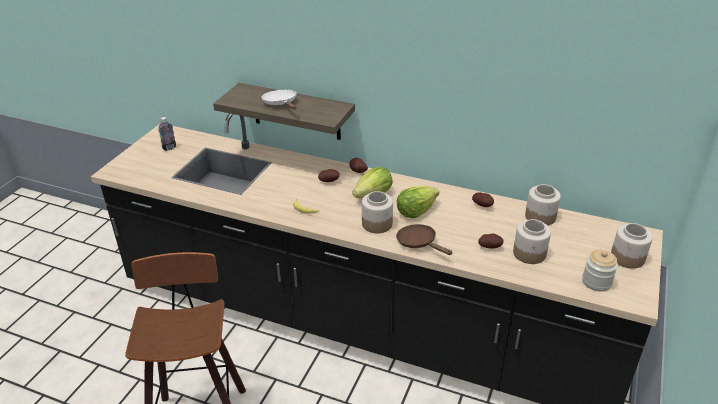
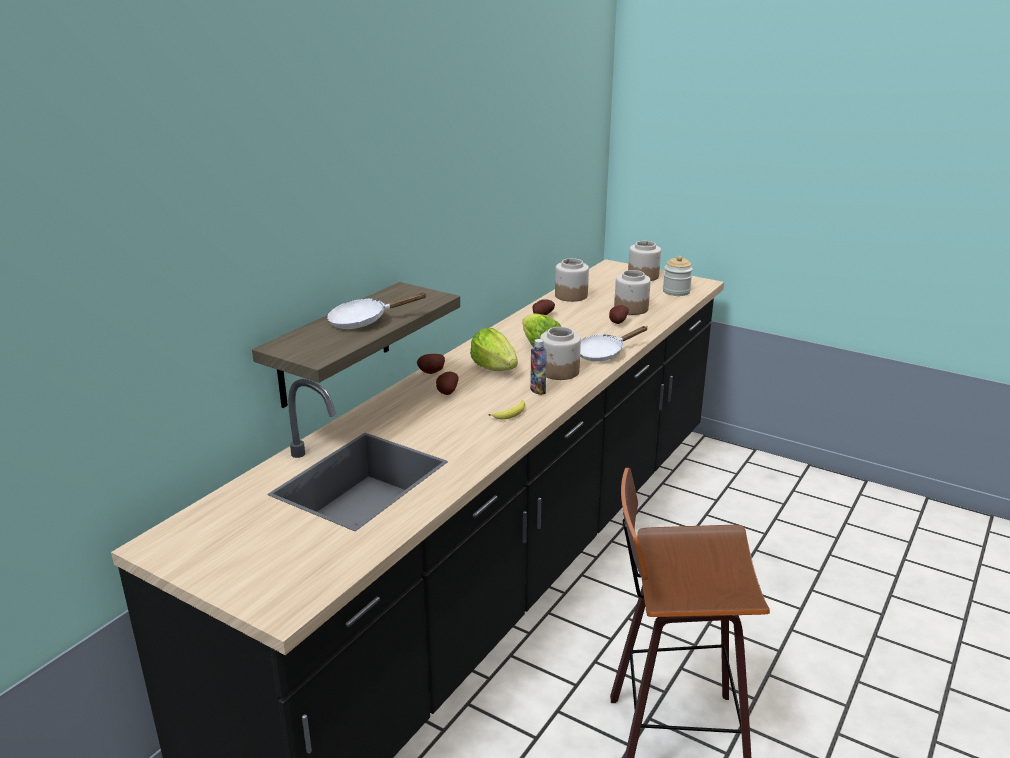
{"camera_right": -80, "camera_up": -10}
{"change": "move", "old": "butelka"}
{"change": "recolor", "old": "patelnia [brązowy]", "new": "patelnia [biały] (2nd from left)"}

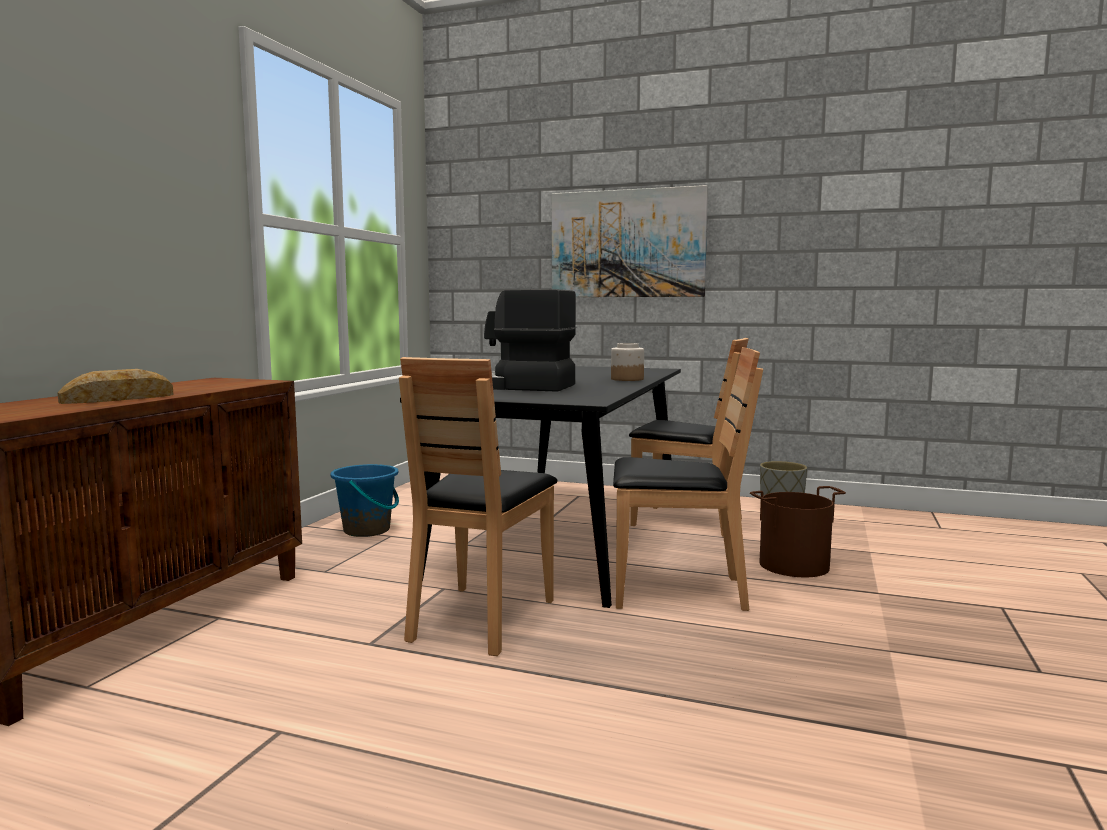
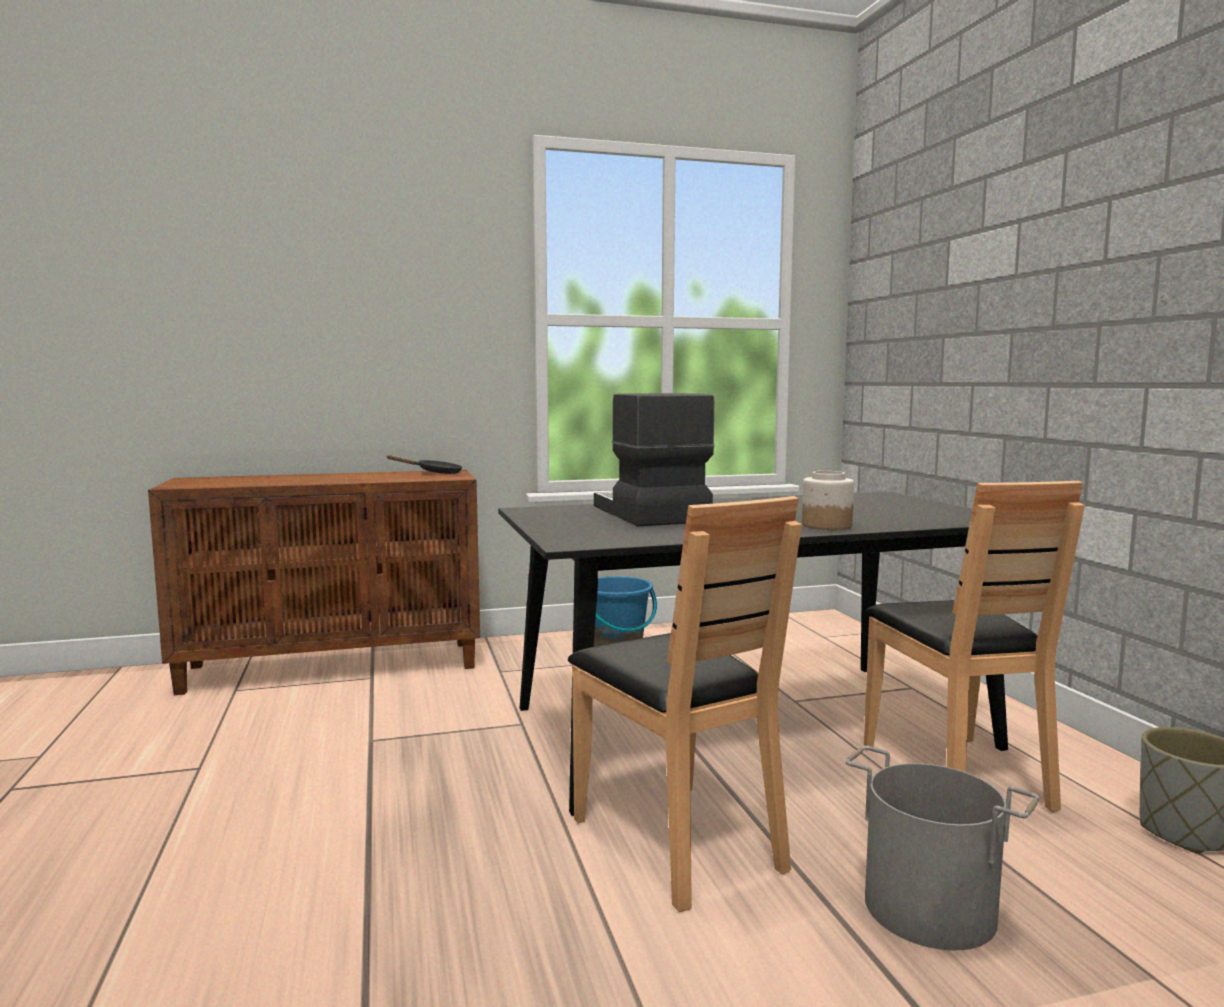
{"camera_right": 55, "camera_up": 0}
{"change": "delete", "old": "chleb"}
{"change": "delete", "old": "krzesło [brązowy] (1st from left)"}
{"change": "delete", "old": "obraz"}
{"change": "insert", "new": "patelnia [czarny]"}
{"change": "recolor", "old": "wiadro [brązowy]", "new": "wiadro [szary]"}

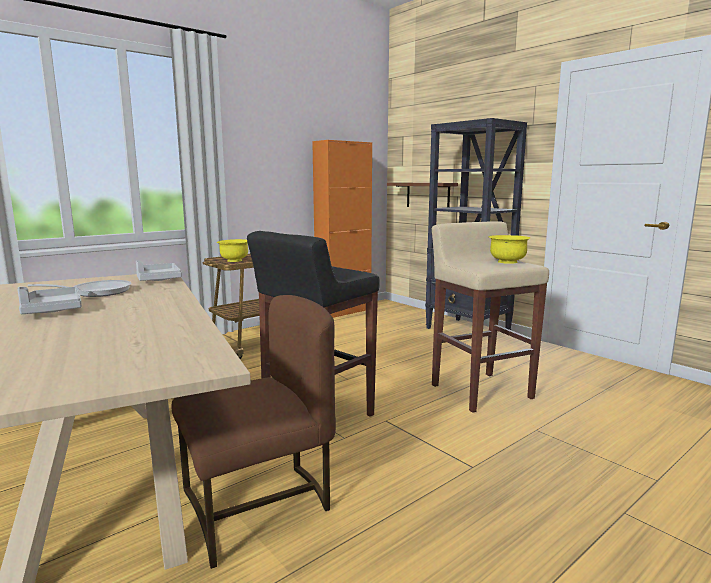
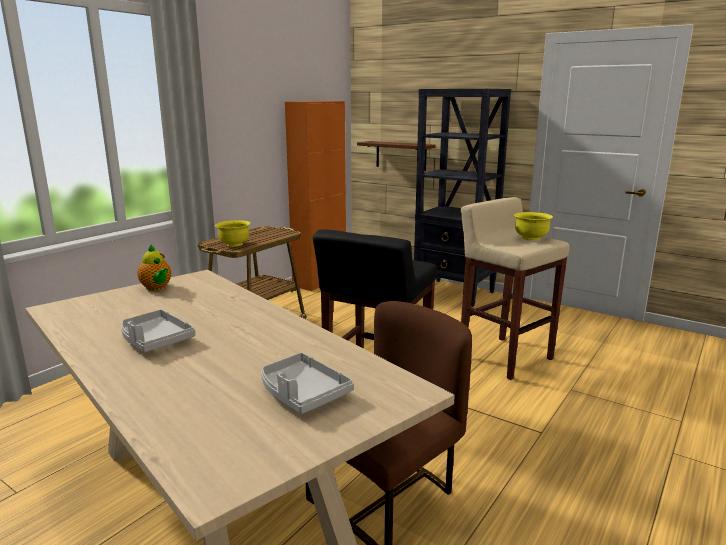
{"camera_right": -15, "camera_up": 5}
{"change": "delete", "old": "patelnia"}
{"change": "insert", "new": "imbryk"}
{"change": "move", "old": "taca [szary] (2nd from left)"}

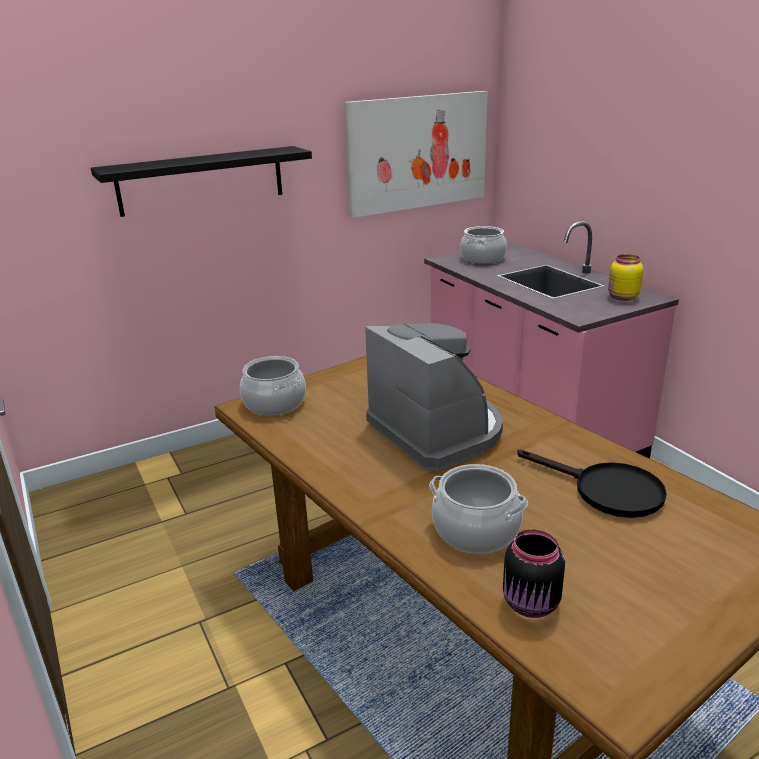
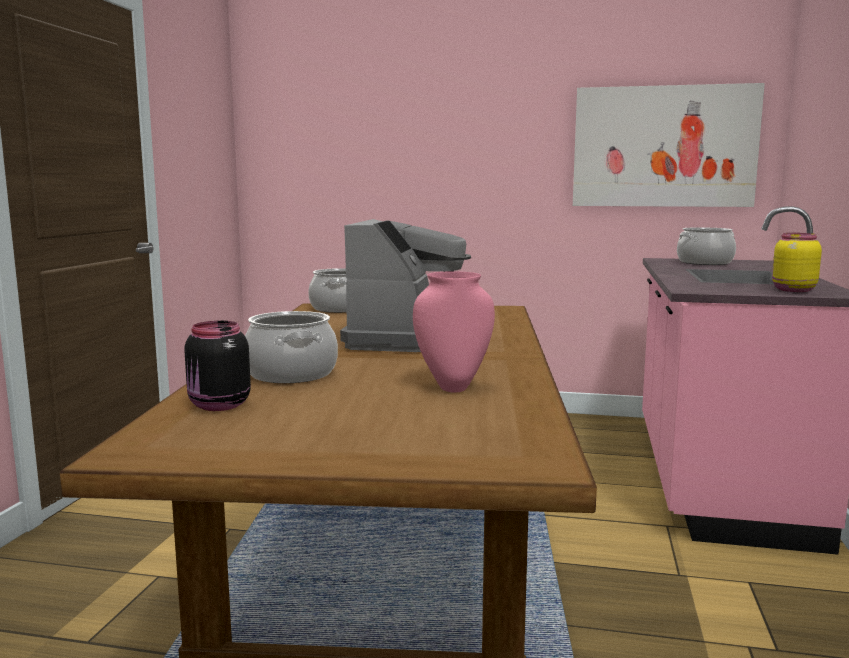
{"camera_right": 40, "camera_up": -15}
{"change": "delete", "old": "półka [czarny]"}
{"change": "replace", "old": "patelnia [czarny]", "new": "wazon [różowy]"}

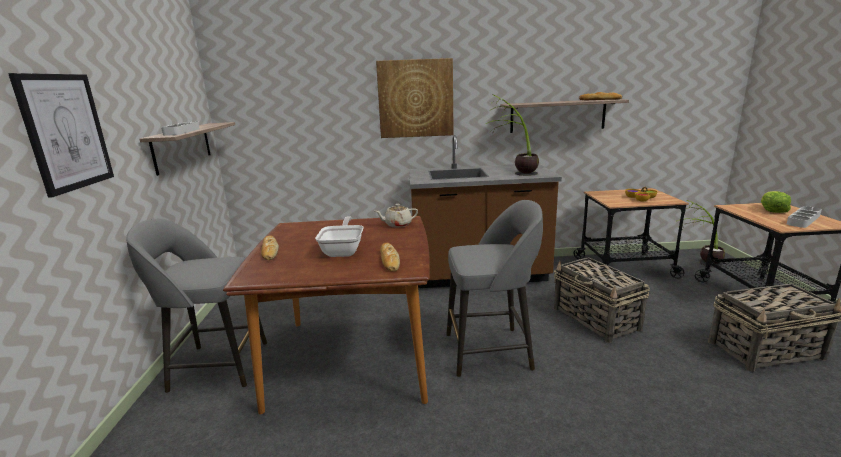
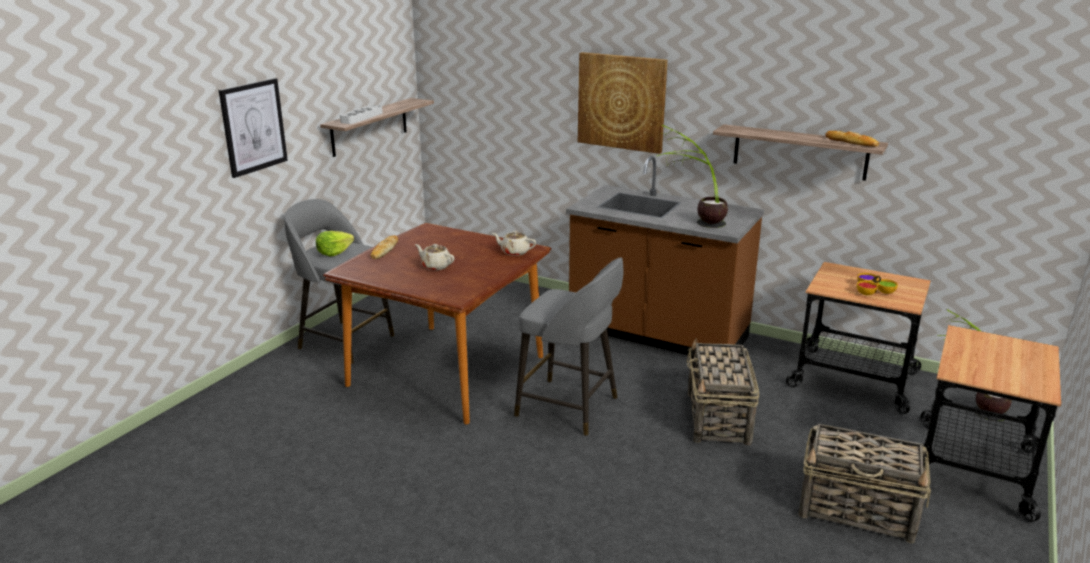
{"camera_right": 30, "camera_up": 5}
{"change": "delete", "old": "chleb (2nd from left)"}
{"change": "delete", "old": "taca [szary] (2nd from left)"}
{"change": "move", "old": "sałata"}
{"change": "replace", "old": "patelnia", "new": "imbryk [beżowy] (1st from left)"}

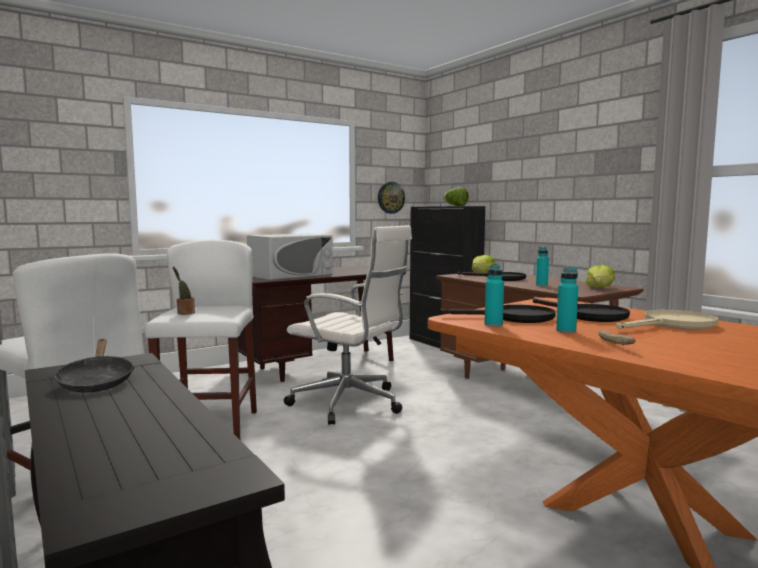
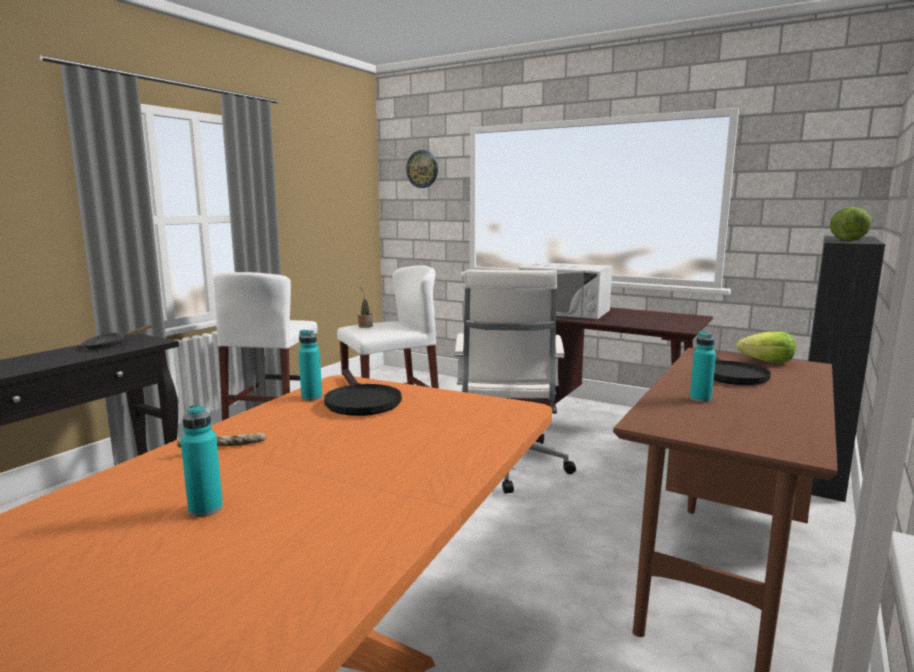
{"camera_right": 65, "camera_up": 5}
{"change": "delete", "old": "patelnia [czarny] (4th from left)"}
{"change": "delete", "old": "sałata (3rd from left)"}
{"change": "delete", "old": "patelnia [beżowy]"}
{"change": "move", "old": "zegar ścienny"}
{"change": "move", "old": "butelka [turkusowy] (3rd from left in the first image)", "new": "butelka [turkusowy] (1st from left)"}

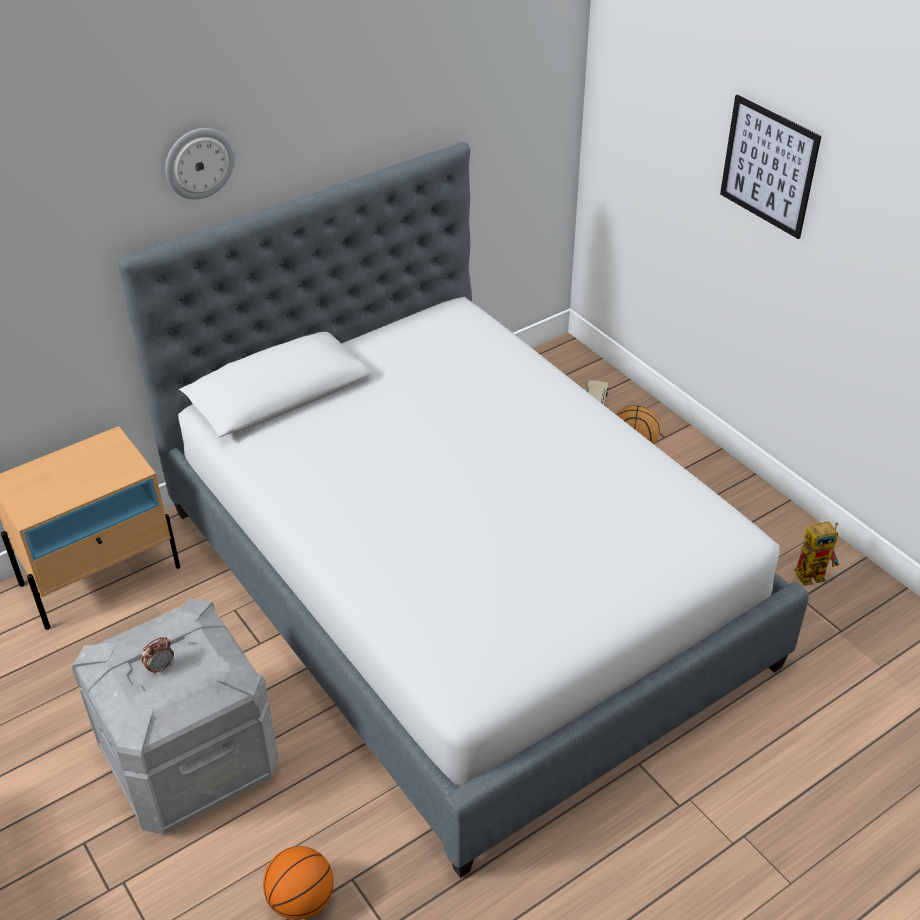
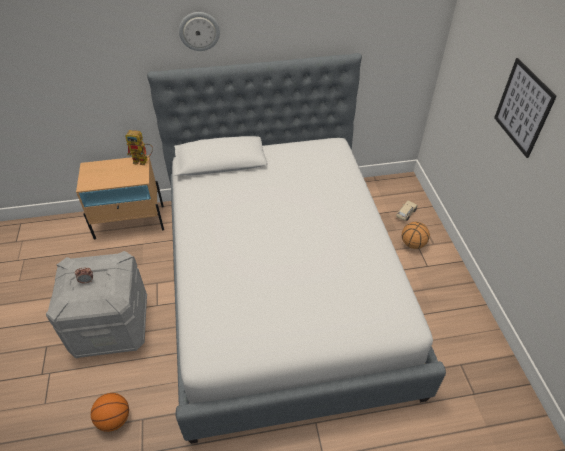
{"camera_right": 25, "camera_up": 5}
{"change": "move", "old": "robot zabawkowy"}

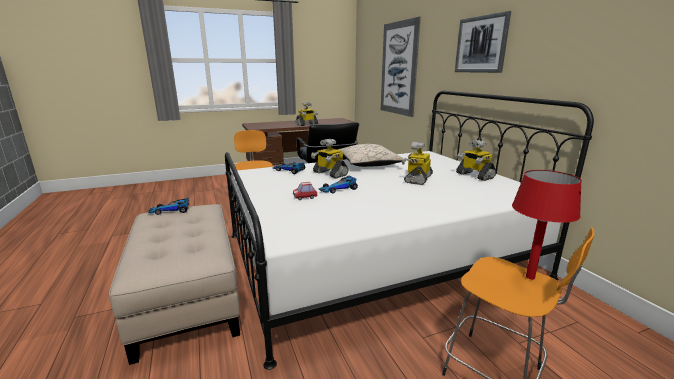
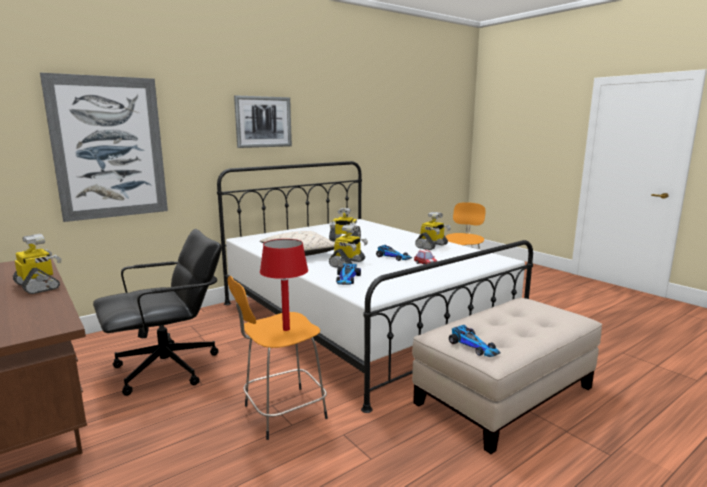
{"camera_right": -105, "camera_up": -5}
{"change": "move", "old": "robot zabawkowy (4th from left)"}
{"change": "move", "old": "lampa stołowa [czerwony]"}

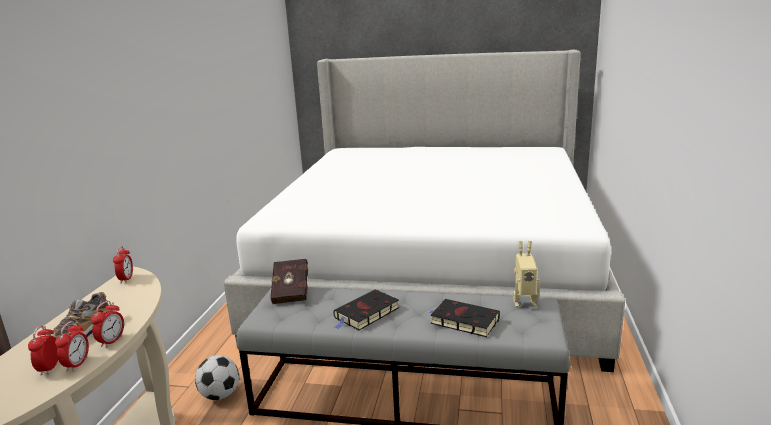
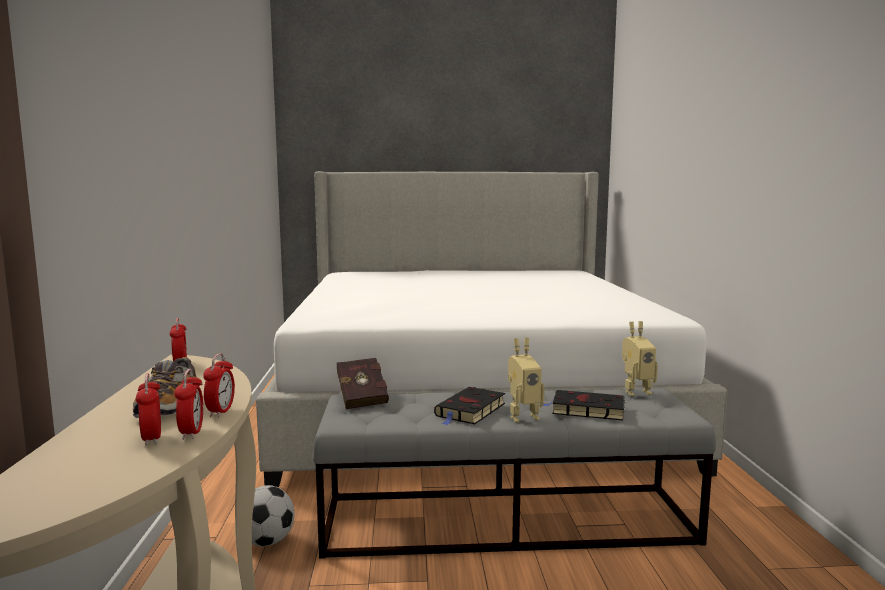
{"camera_right": -15, "camera_up": -10}
{"change": "insert", "new": "robot zabawkowy (1st from left)"}

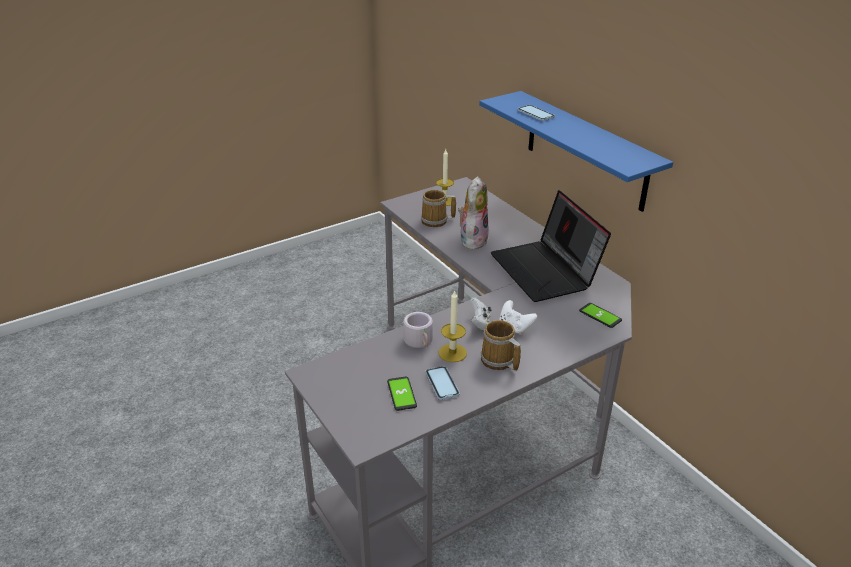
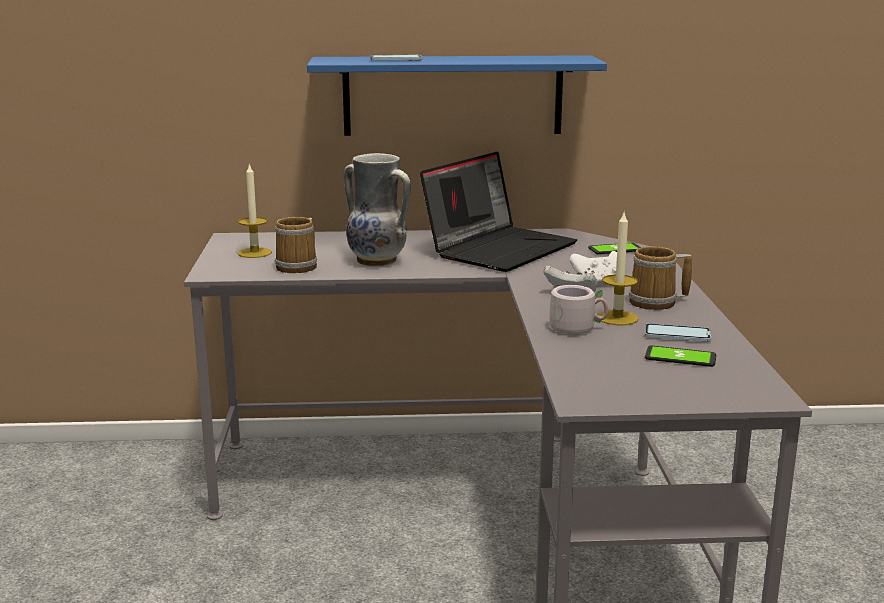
{"camera_right": -60, "camera_up": -15}
{"change": "replace", "old": "pluszak", "new": "wazon"}
{"change": "rotate", "old": "laptop", "degrees": -60}

